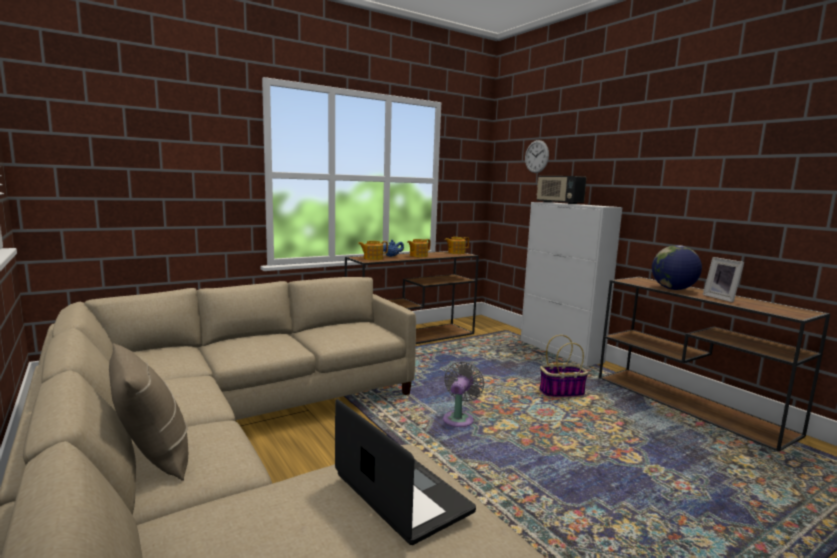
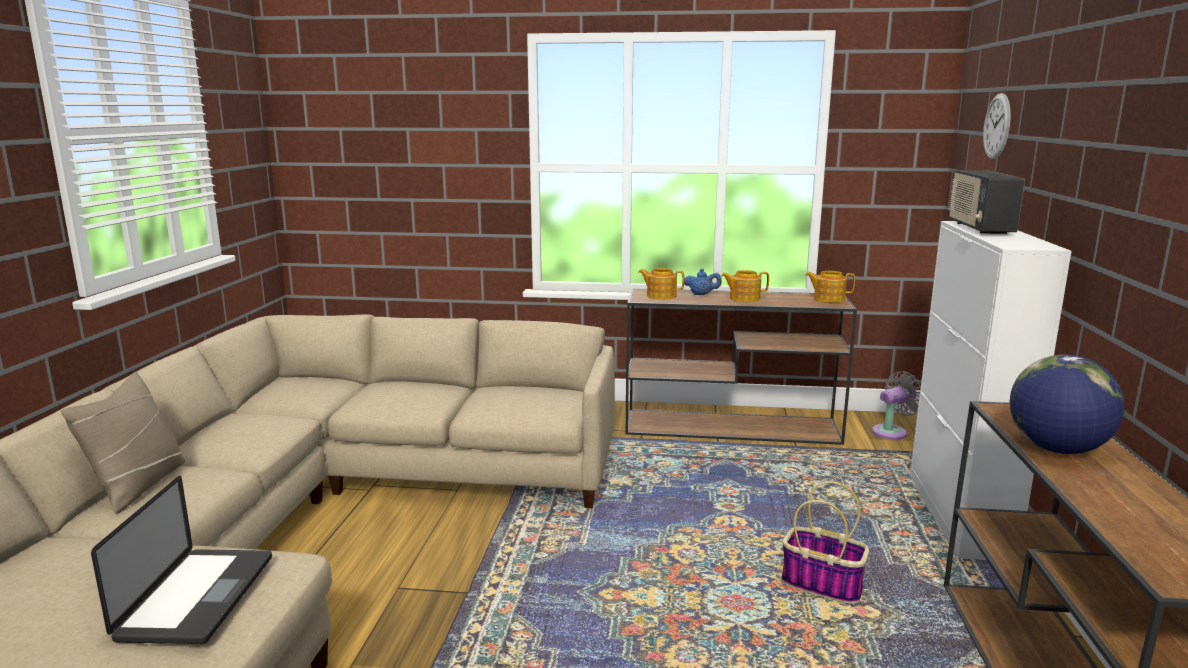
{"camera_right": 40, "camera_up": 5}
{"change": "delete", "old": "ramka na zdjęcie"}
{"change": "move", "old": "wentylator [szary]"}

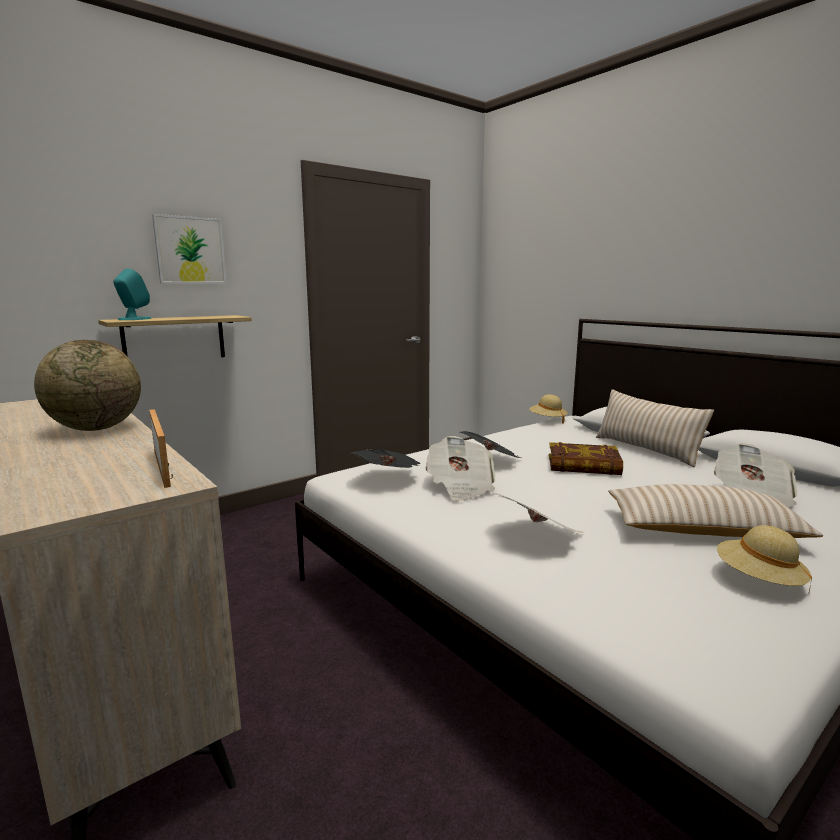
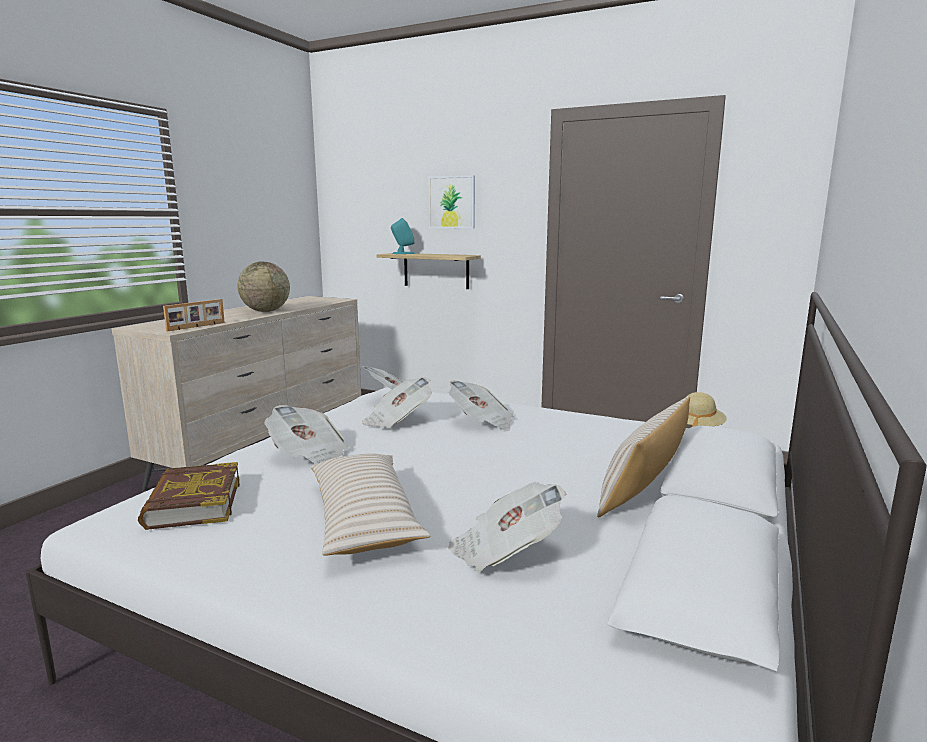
{"camera_right": 65, "camera_up": 0}
{"change": "delete", "old": "kapelusz [beżowy] (2nd from left)"}
{"change": "move", "old": "książka"}

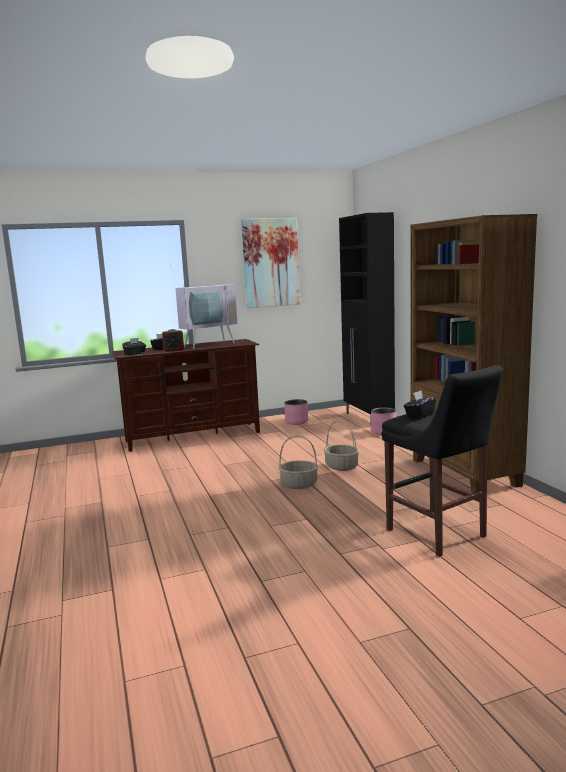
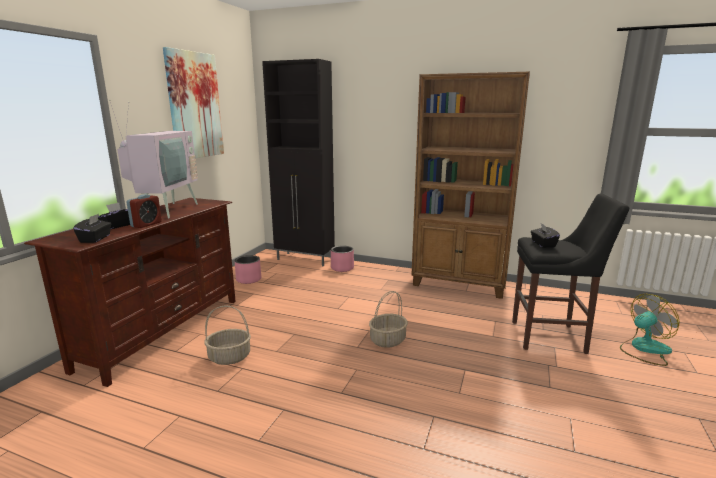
{"camera_right": -50, "camera_up": 5}
{"change": "insert", "new": "wentylator"}
{"change": "move", "old": "koszyk (2nd from left in the first image)", "new": "koszyk (1st from left)"}

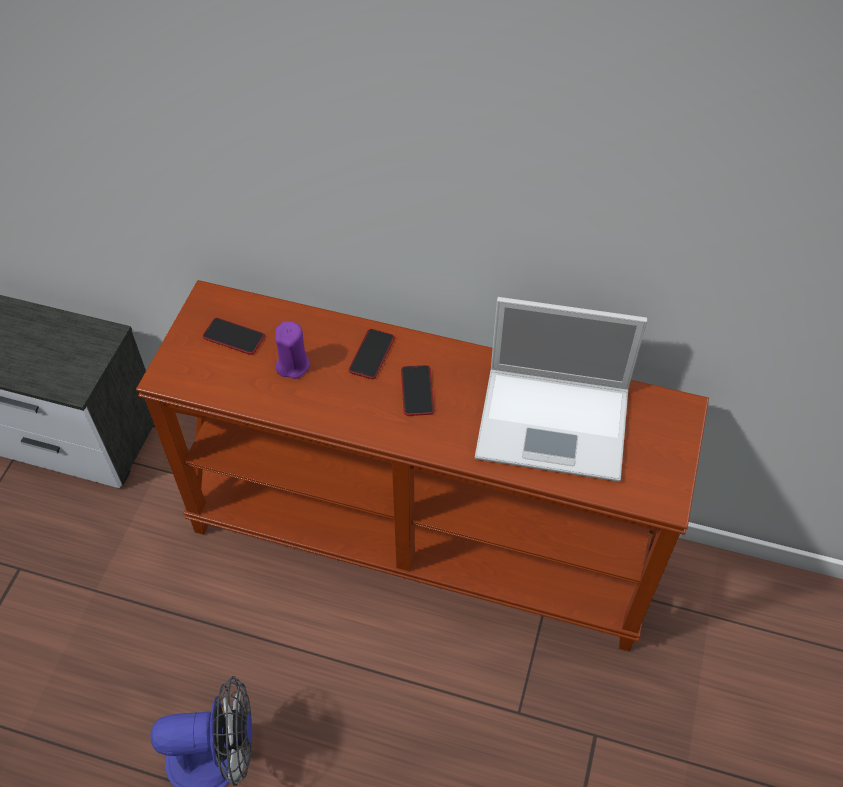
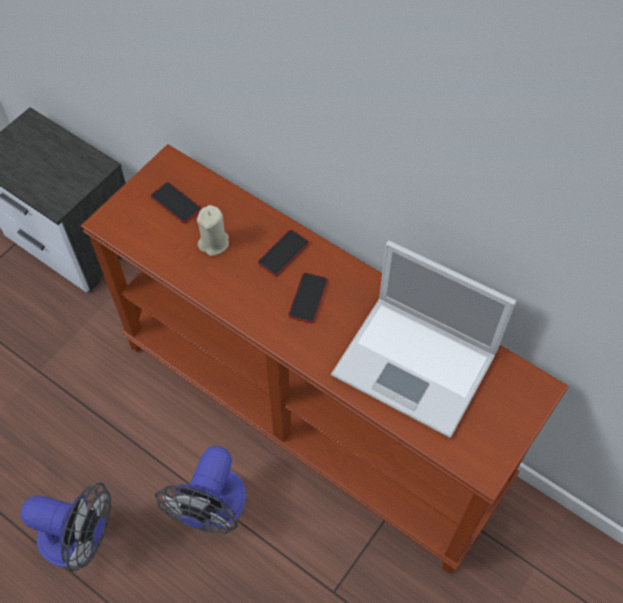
{"camera_right": 20, "camera_up": 5}
{"change": "insert", "new": "wentylator (2nd from left)"}
{"change": "recolor", "old": "świeca [fioletowy]", "new": "świeca [beżowy]"}

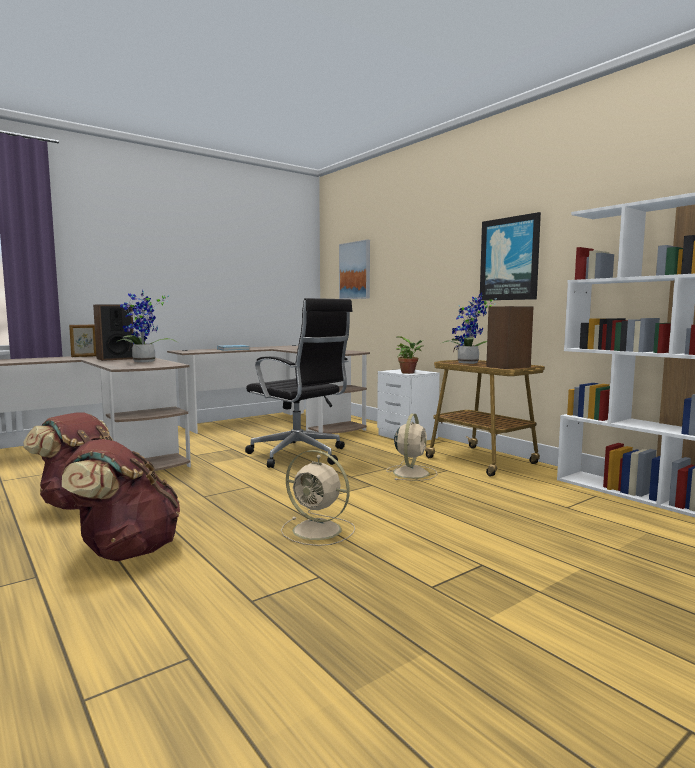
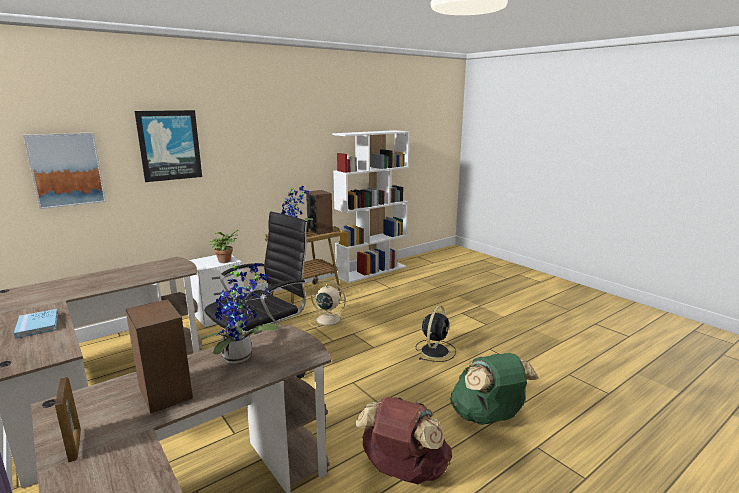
{"camera_right": -90, "camera_up": 10}
{"change": "move", "old": "obraz (2nd from left)"}
{"change": "recolor", "old": "plecak [brązowy] (2nd from left)", "new": "plecak [zielony]"}
{"change": "recolor", "old": "wentylator [beżowy] (1st from left)", "new": "wentylator [czarny]"}

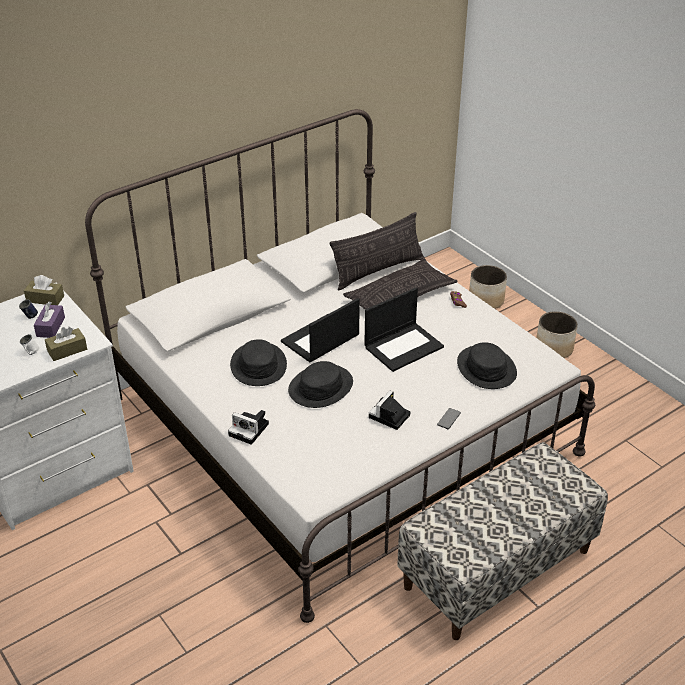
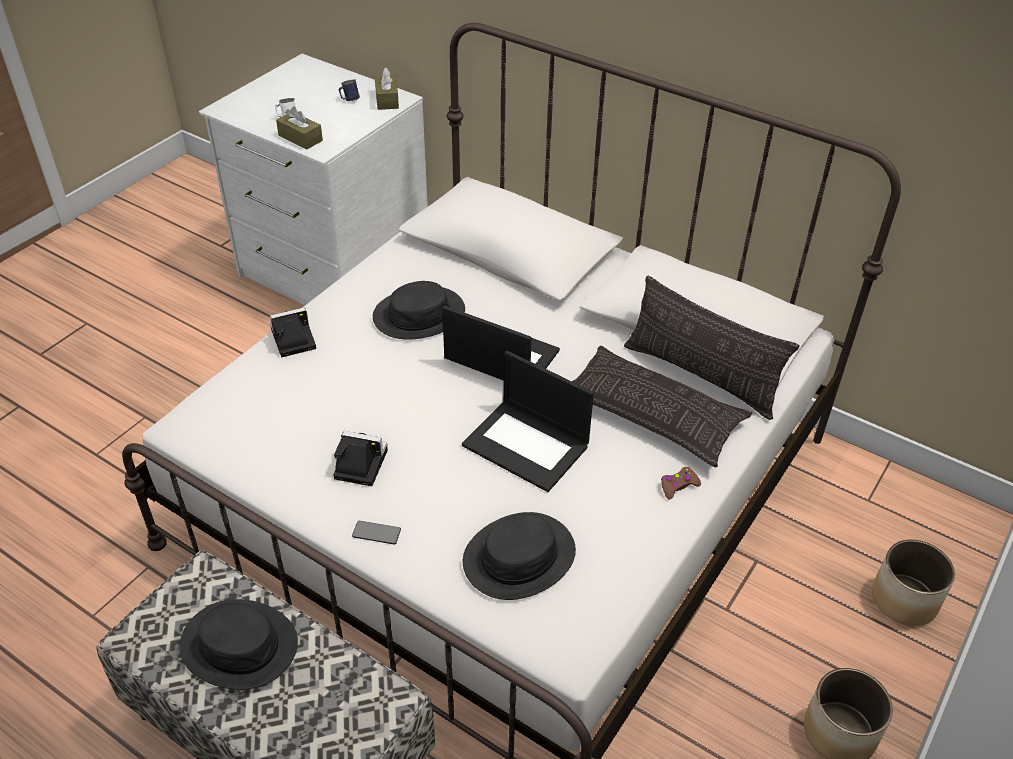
{"camera_right": 70, "camera_up": 5}
{"change": "delete", "old": "pudełko chusteczek [fioletowy]"}
{"change": "move", "old": "kapelusz [czarny] (2nd from left in the first image)", "new": "kapelusz [czarny] (1st from left)"}
{"change": "rotate", "old": "aparat fotograficzny (1st from left)", "degrees": 60}

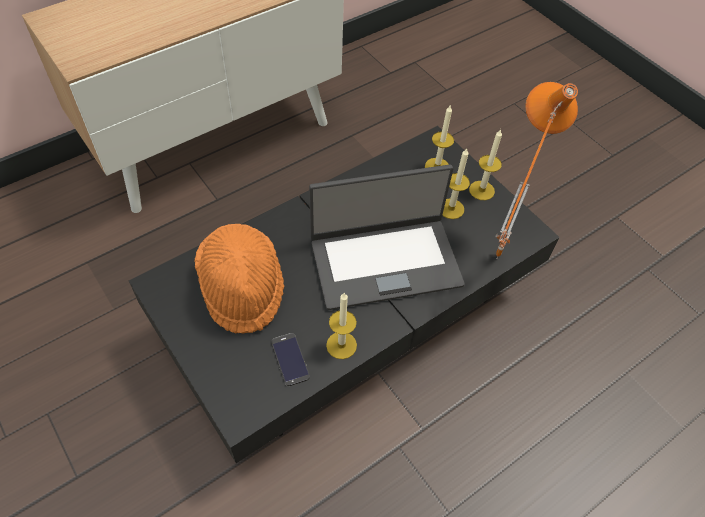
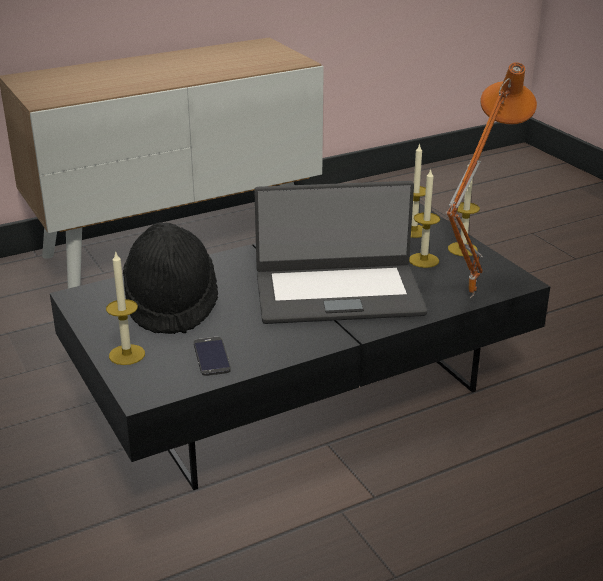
{"camera_right": 10, "camera_up": -25}
{"change": "move", "old": "świeca (1st from left)"}
{"change": "recolor", "old": "kapelusz [pomarańczowy]", "new": "kapelusz [czarny]"}

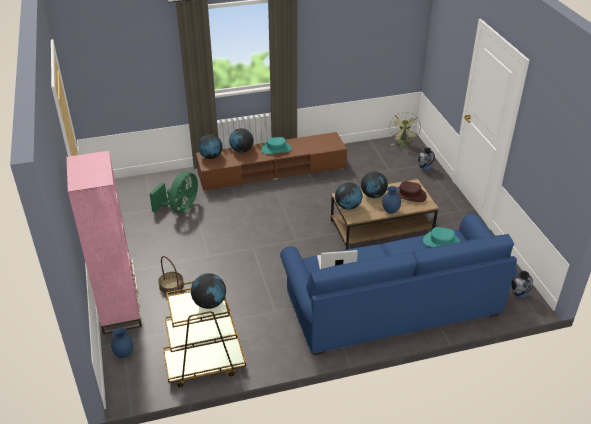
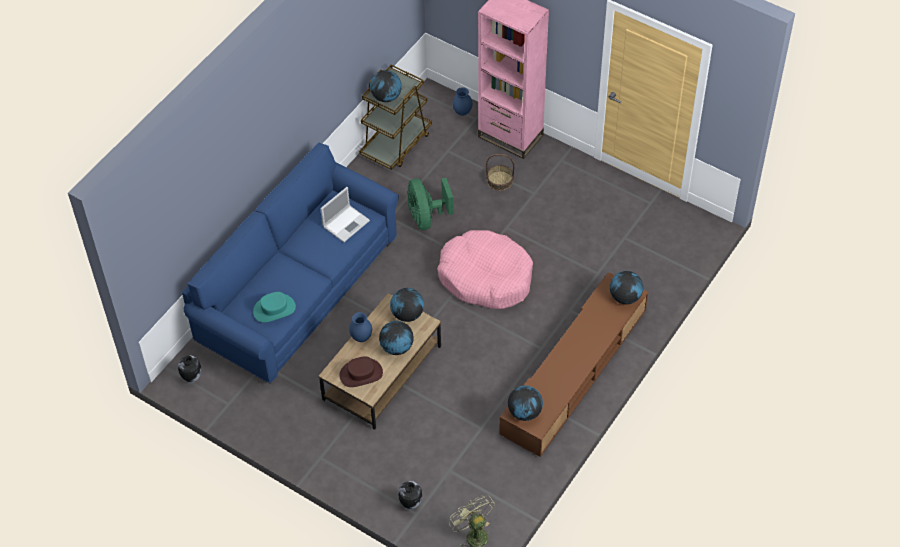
{"camera_right": 140, "camera_up": 15}
{"change": "delete", "old": "kapelusz [turkusowy] (1st from left)"}
{"change": "insert", "new": "legowisko [różowy]"}
{"change": "move", "old": "wentylator [zielony] (1st from left)"}
{"change": "move", "old": "globus (3rd from left in the first image)", "new": "globus (4th from left)"}

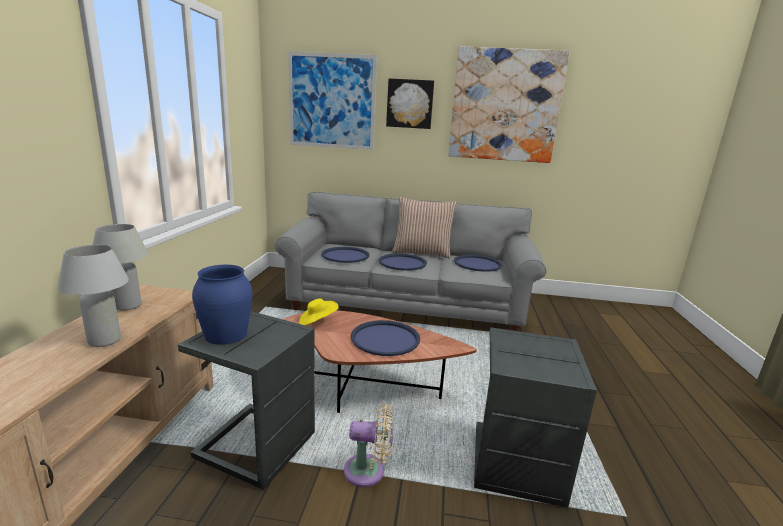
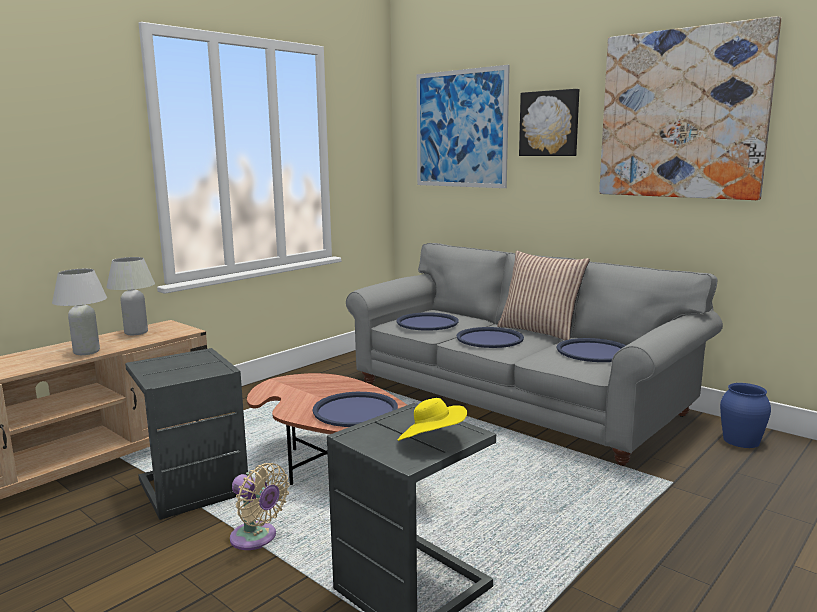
{"camera_right": 35, "camera_up": -5}
{"change": "move", "old": "wazon [niebieski]"}
{"change": "move", "old": "kapelusz [żółty]"}

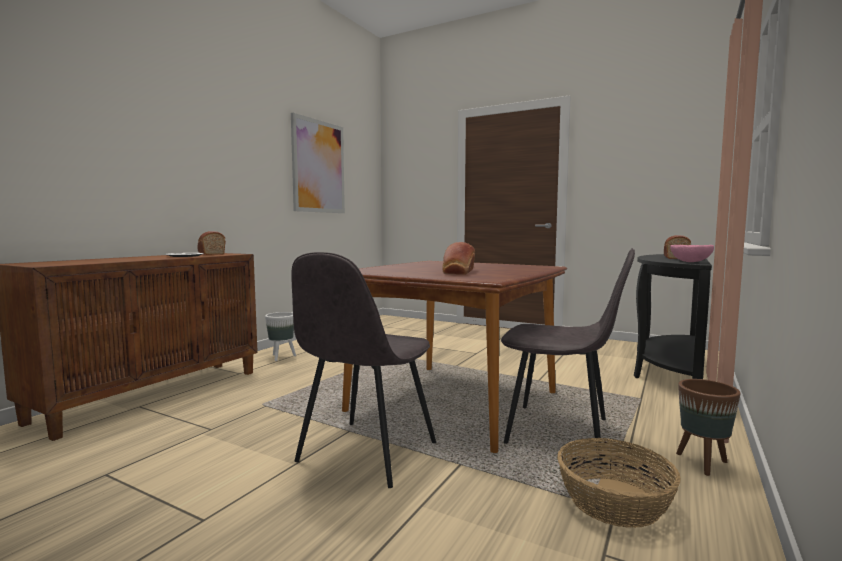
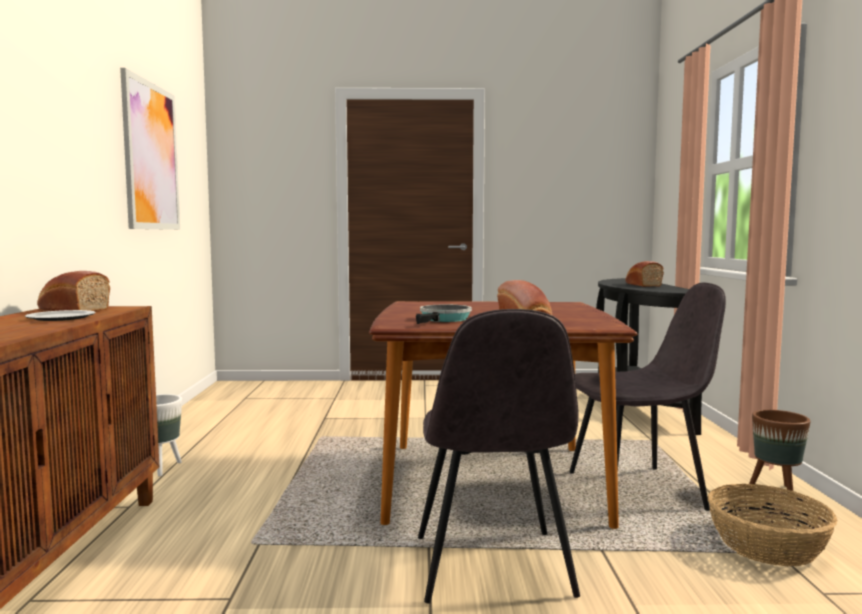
{"camera_right": -30, "camera_up": 0}
{"change": "delete", "old": "miska [różowy]"}
{"change": "insert", "new": "patelnia"}

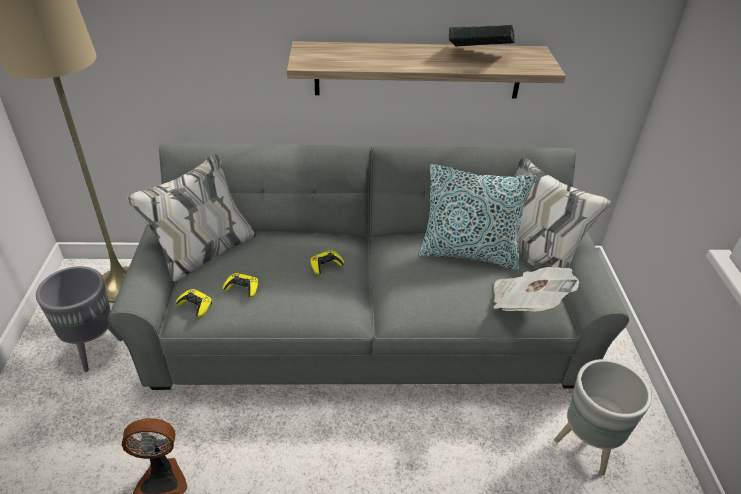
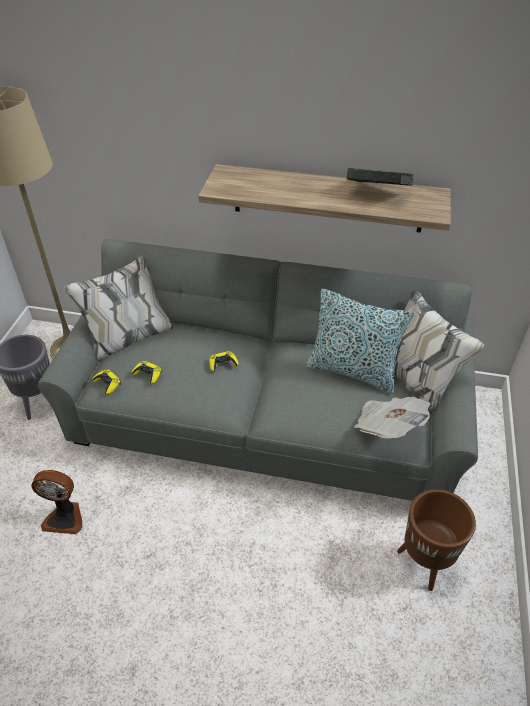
{"camera_right": 15, "camera_up": 5}
{"change": "recolor", "old": "donica [szary] (2nd from left)", "new": "donica [brązowy]"}

